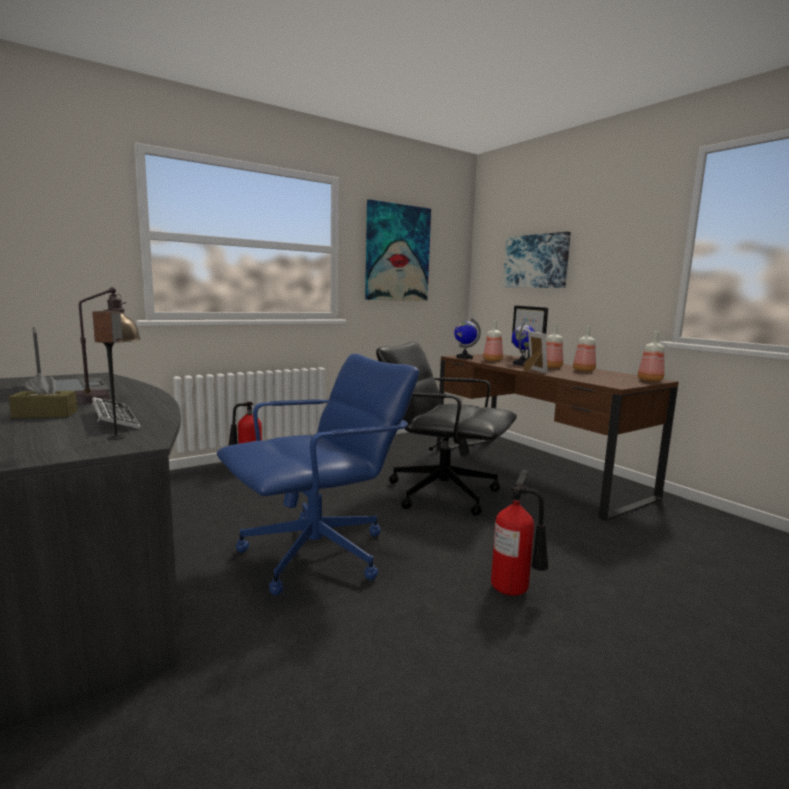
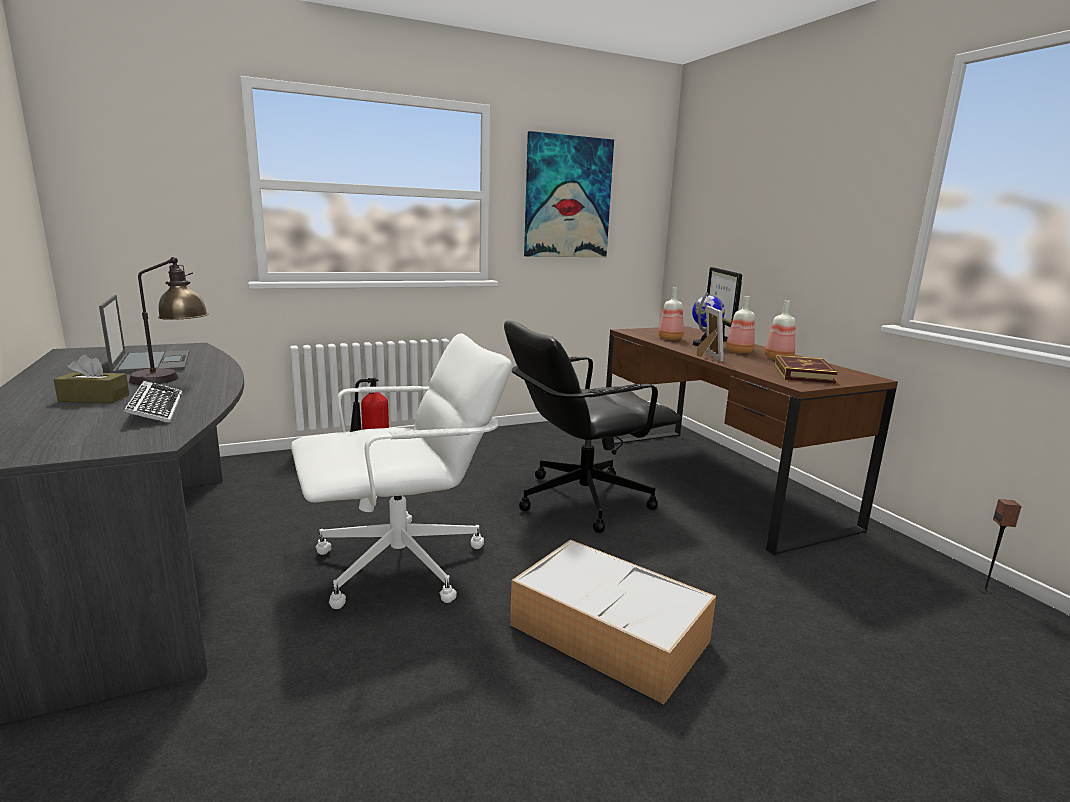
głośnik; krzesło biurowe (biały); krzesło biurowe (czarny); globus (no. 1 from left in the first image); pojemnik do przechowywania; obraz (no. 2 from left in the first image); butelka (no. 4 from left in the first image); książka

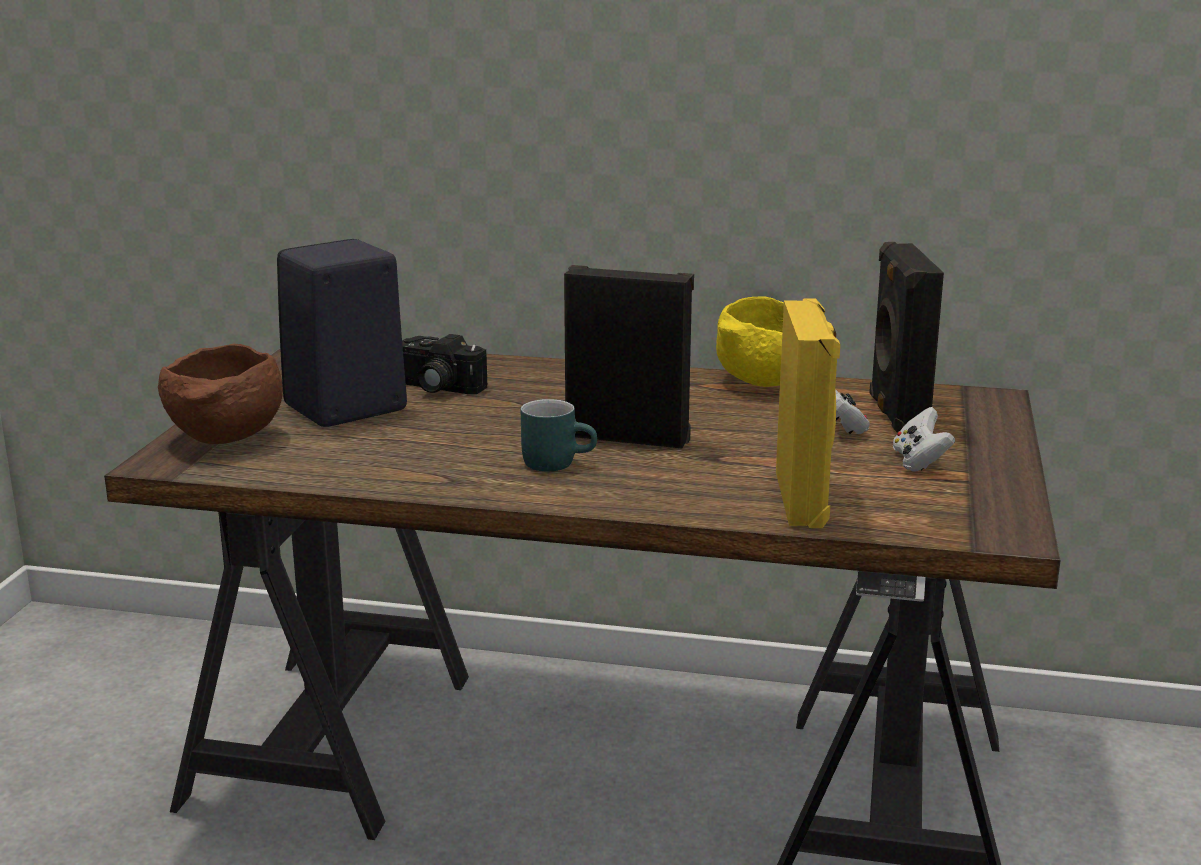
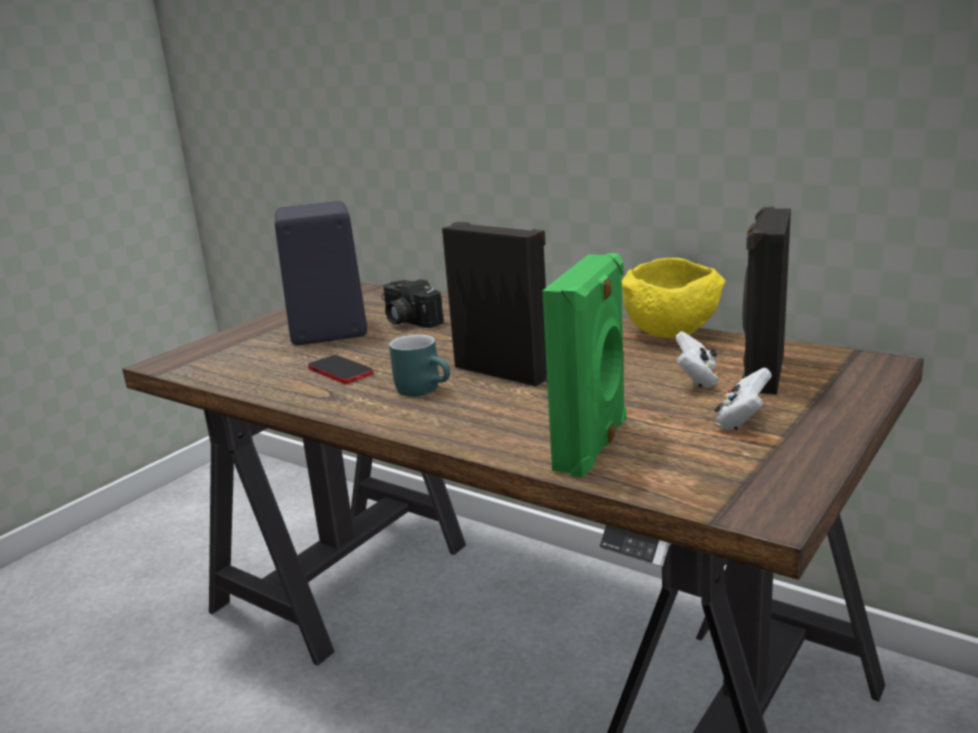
miska (brązowy); głośnik (zielony); telefon

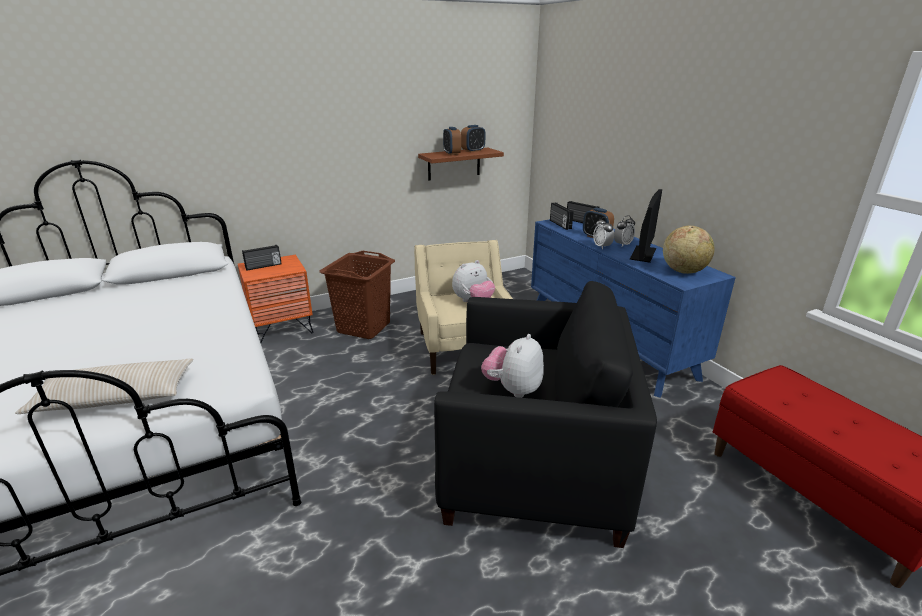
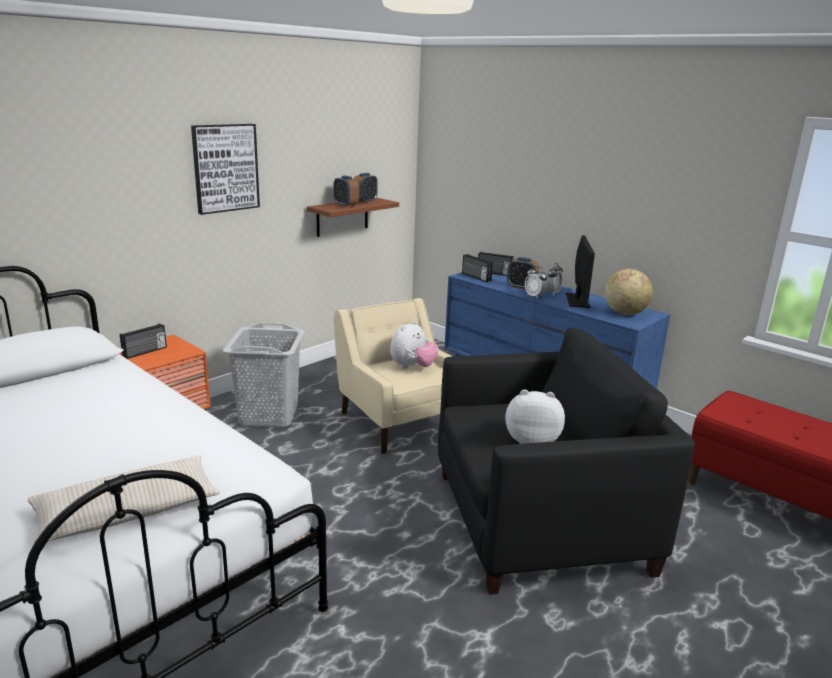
kosz na pranie (szary); pluszak (no. 2 from left); obraz

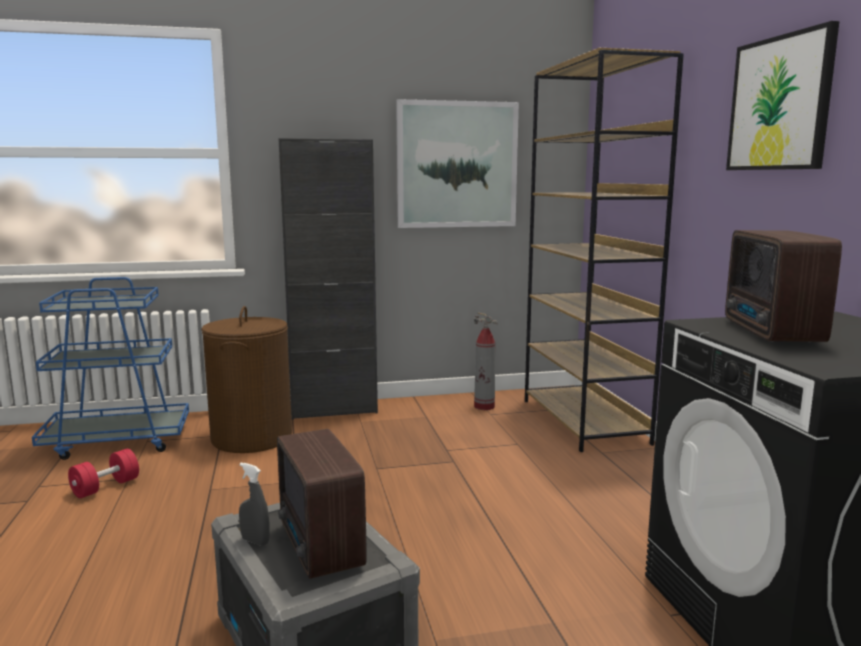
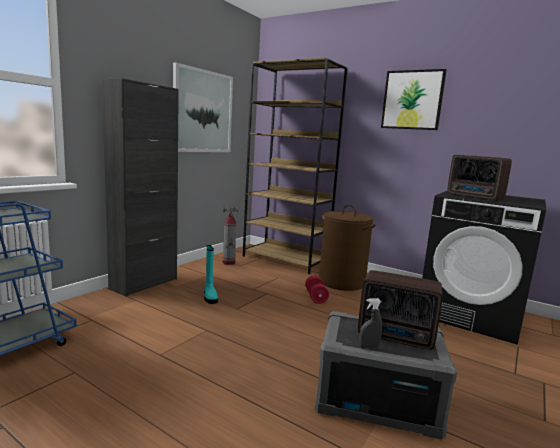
hantel (czerwony); kosz na pranie (brązowy); but z cholewką (turkusowy)

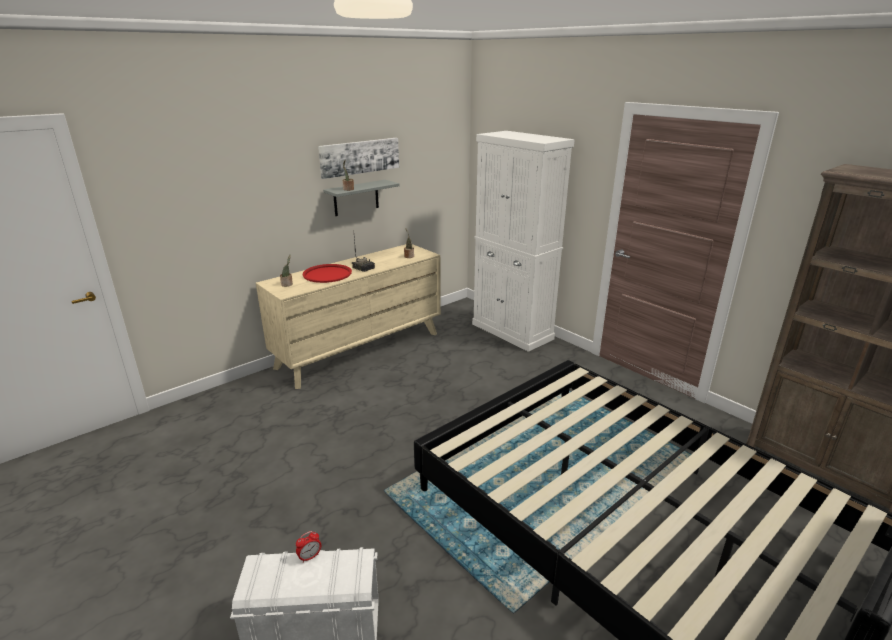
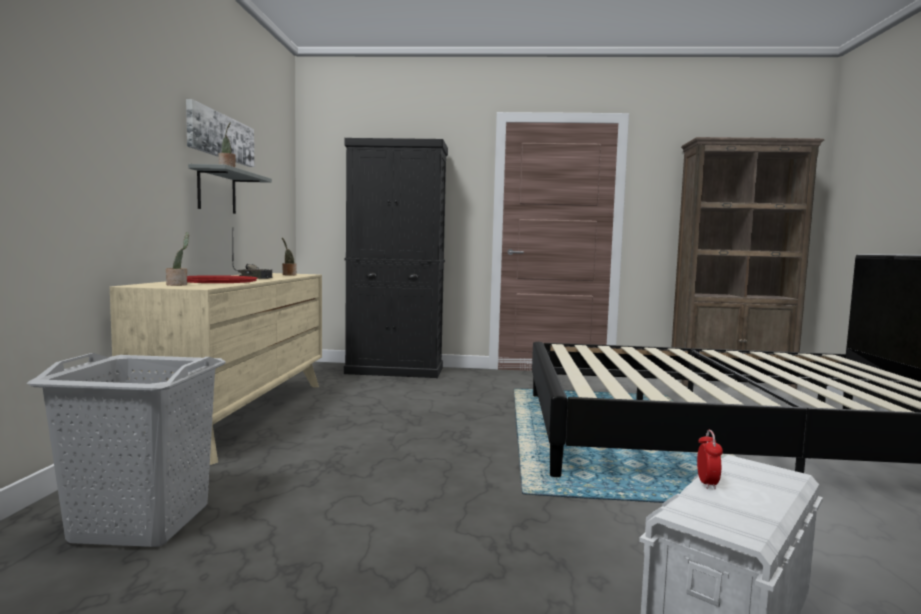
szafka (czarny); kosz na pranie (szary)

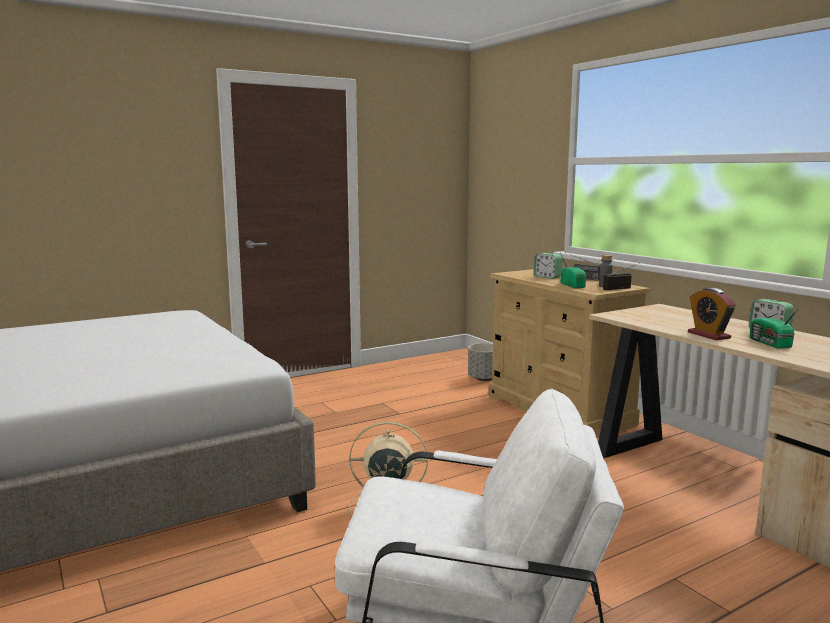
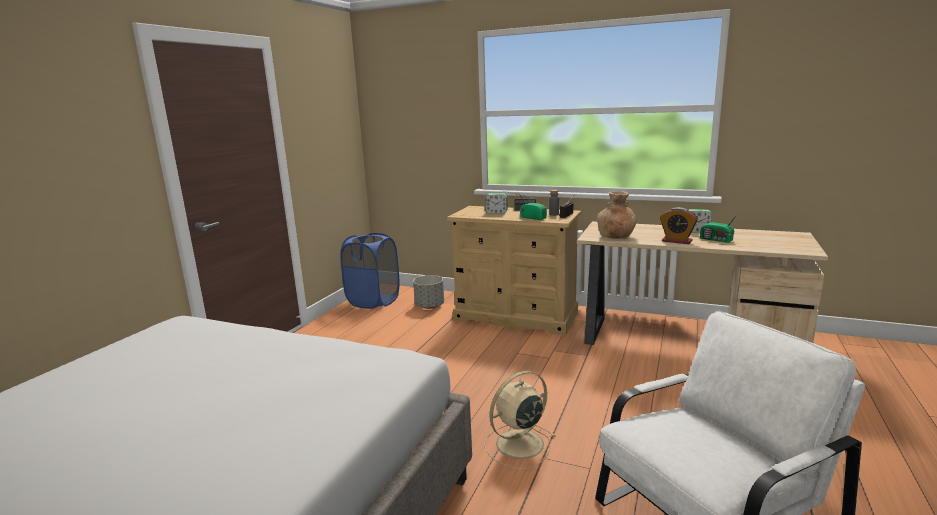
kosz na pranie (niebieski); wazon (brązowy)

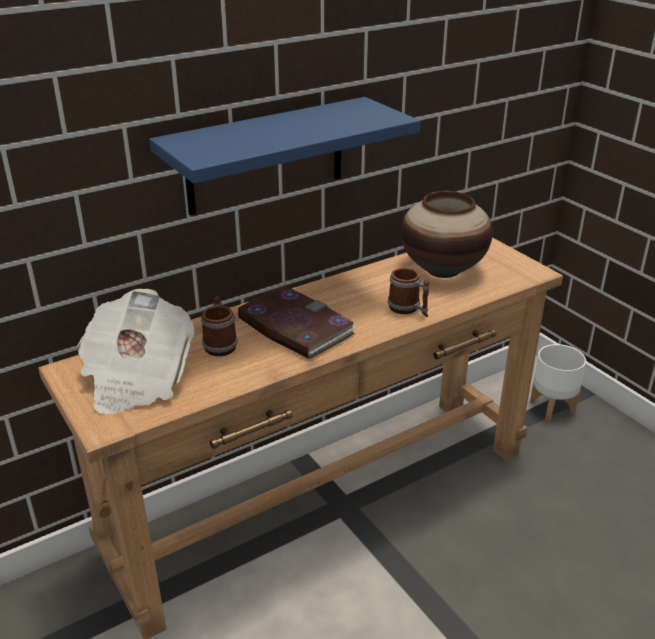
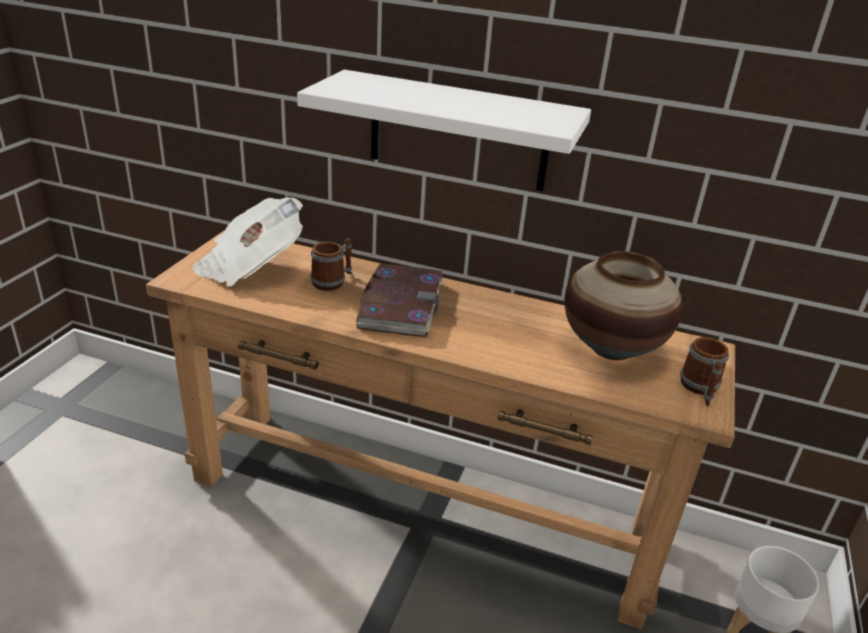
półka (biały); kubek (no. 2 from left)

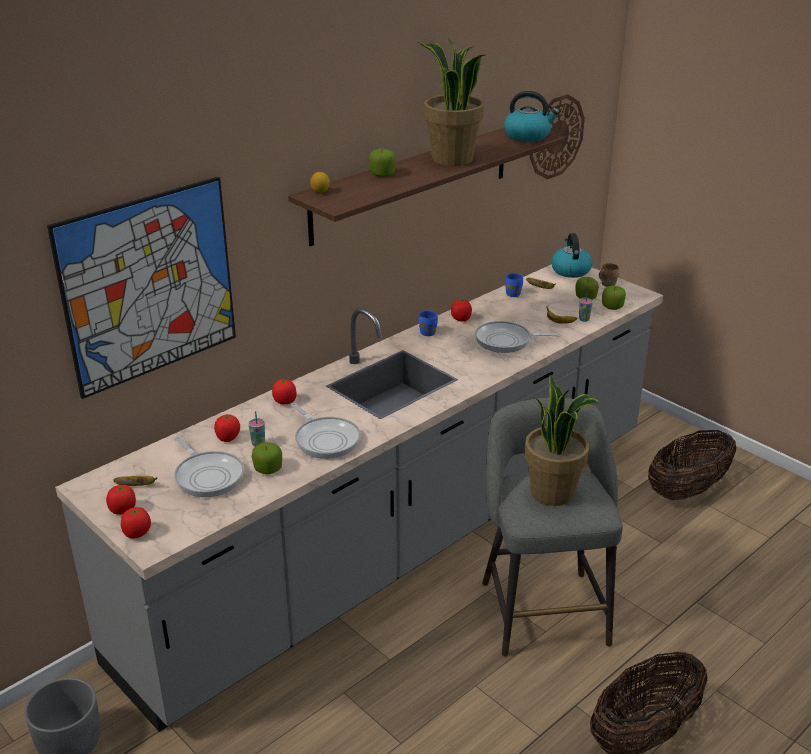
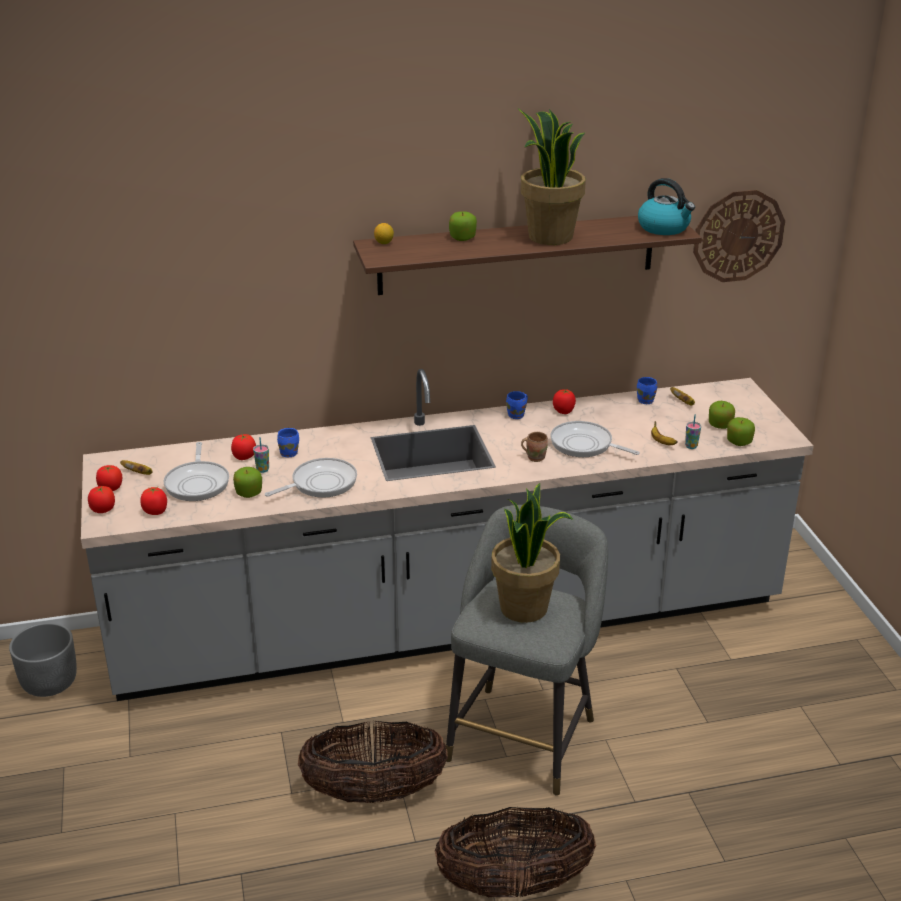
obraz; pomidor (no. 3 from left); patelnia (no. 2 from left); czajnik (no. 2 from left in the first image); kubek (brązowy); koszyk (no. 1 from left); kubek (niebieski) (no. 1 from left)

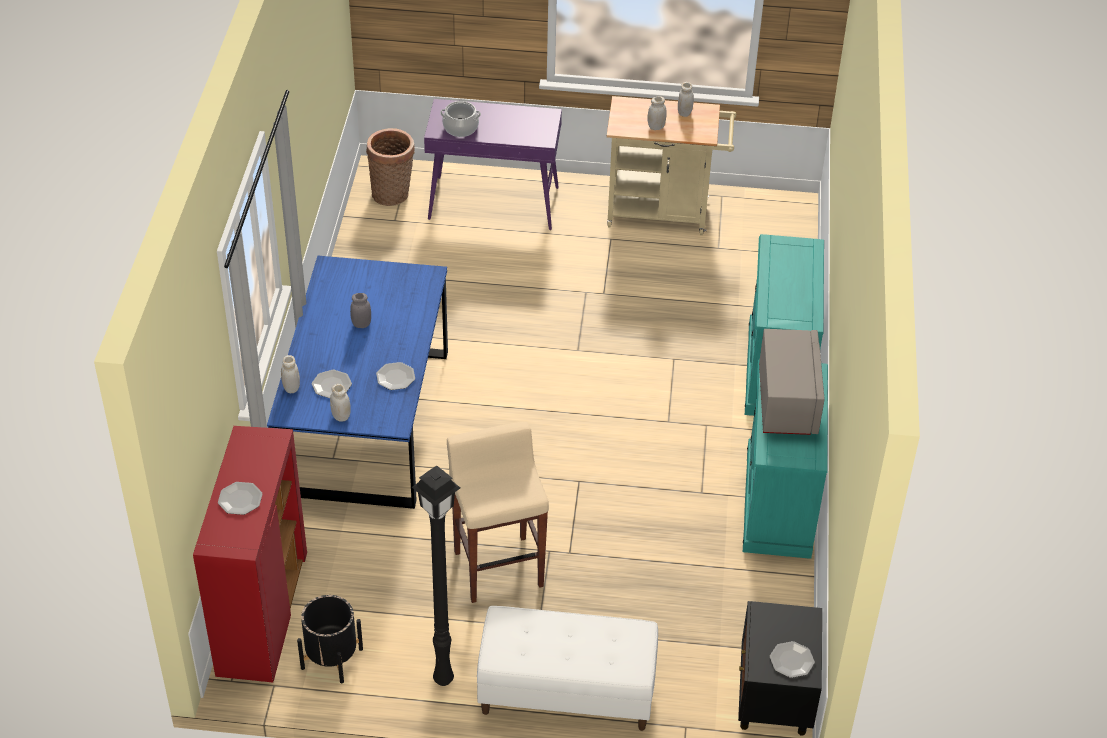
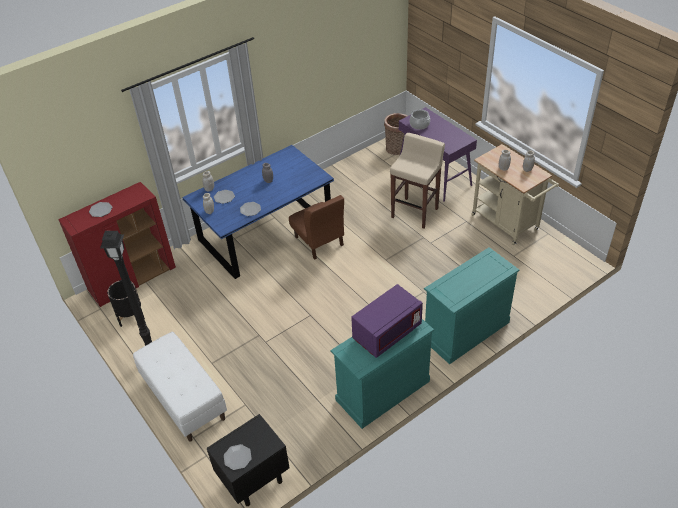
stołek (beżowy); mikrofalówka (fioletowy); krzesło (brązowy)

